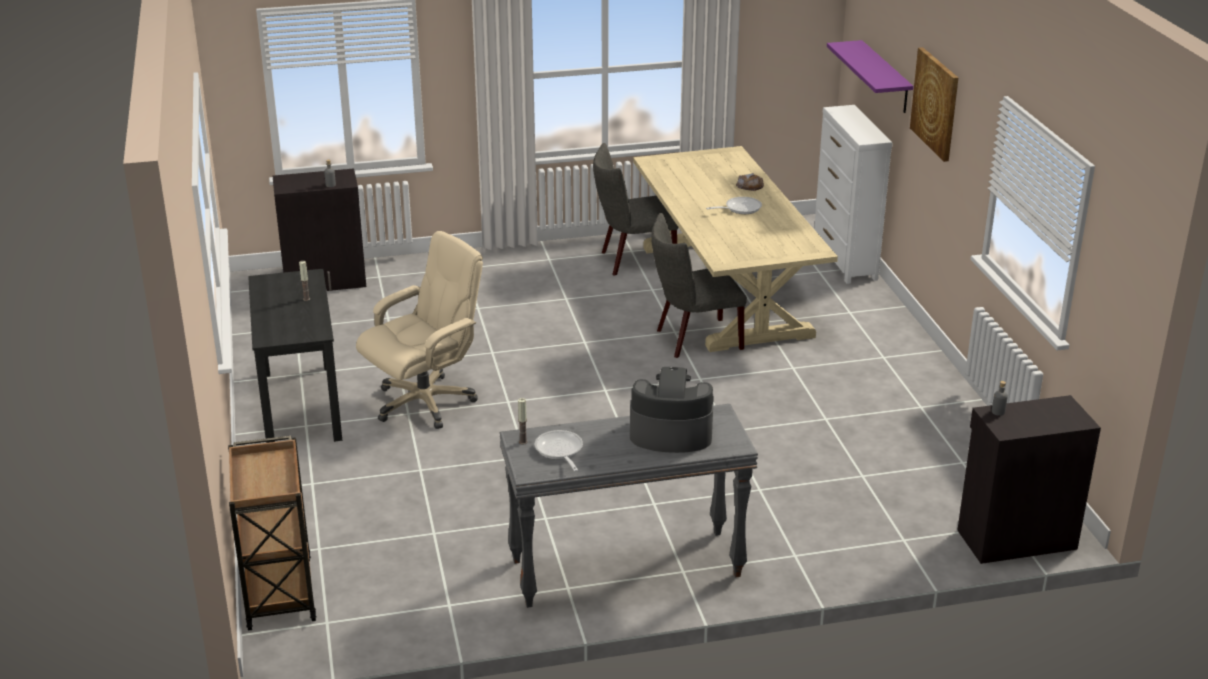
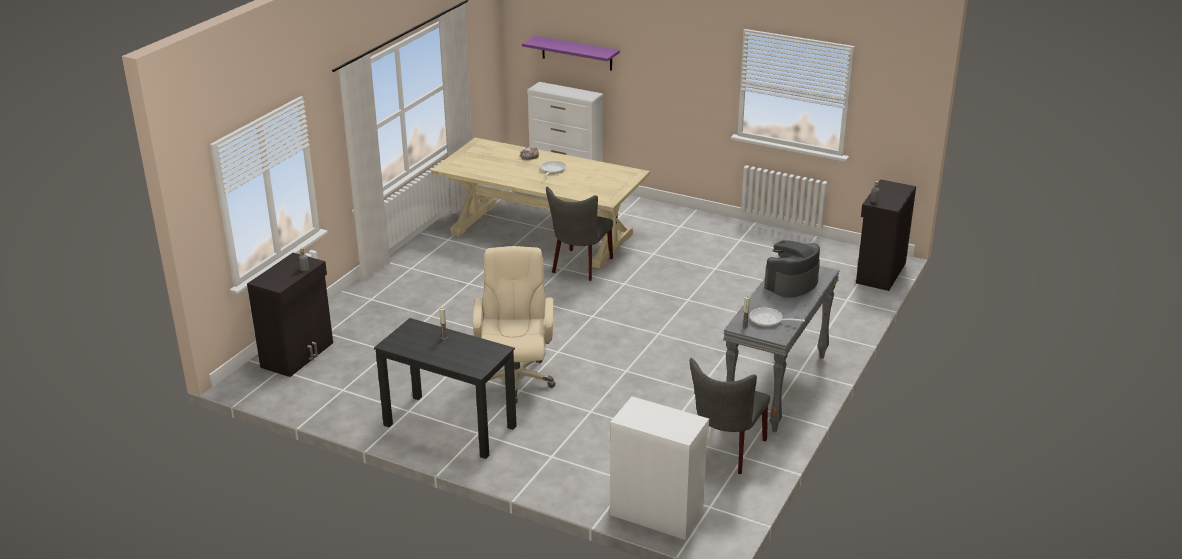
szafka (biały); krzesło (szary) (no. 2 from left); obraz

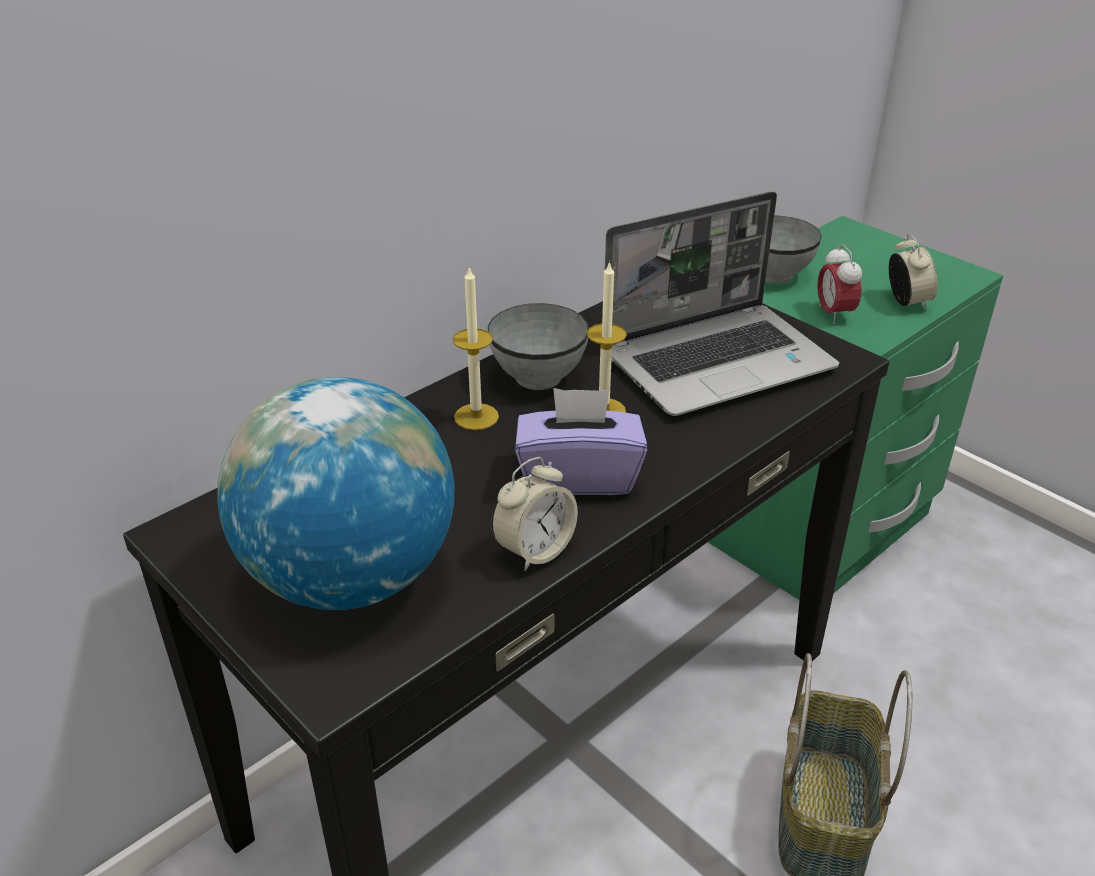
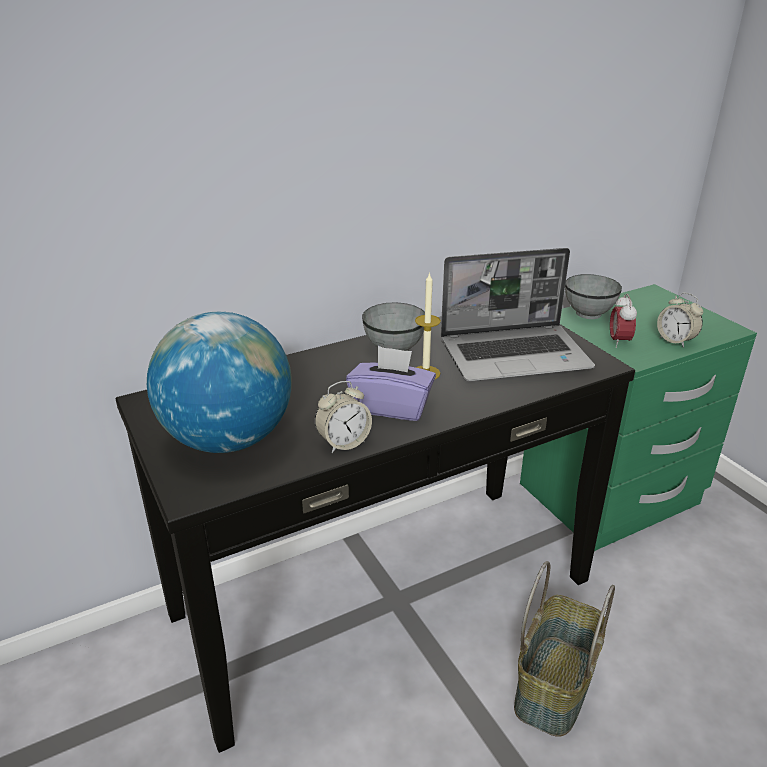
świeca (no. 1 from left in the first image); budzik (no. 3 from left)

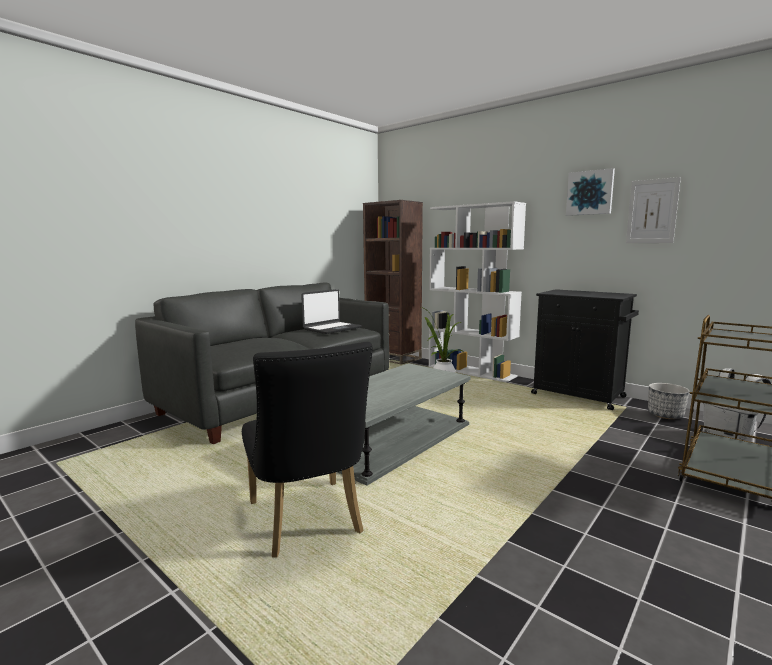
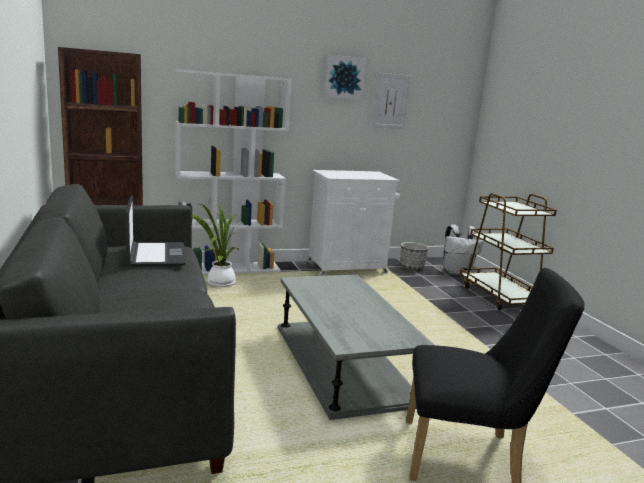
szafka (biały)

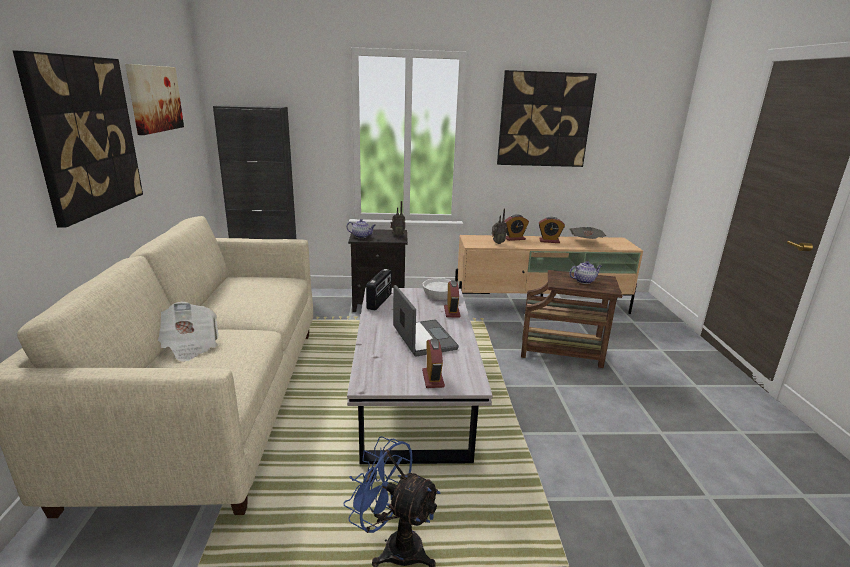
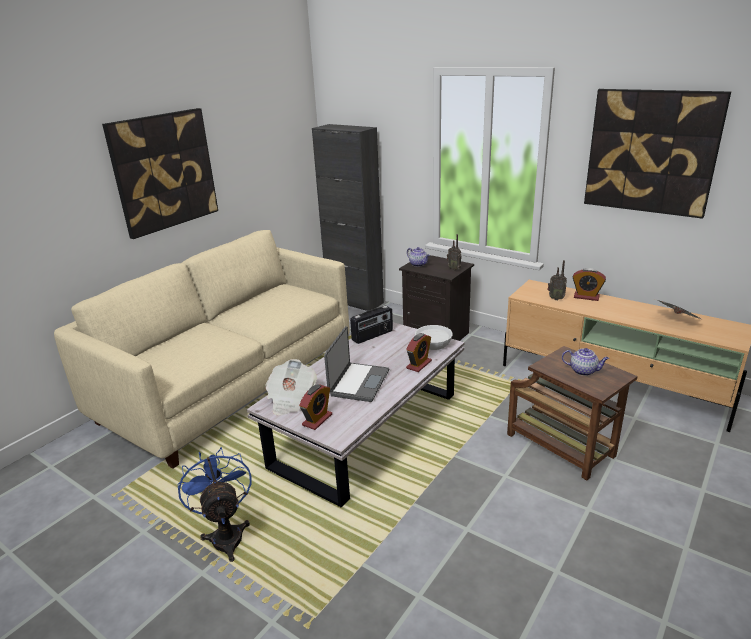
obraz (no. 2 from left in the first image); gazeta (no. 1 from left); budzik (no. 4 from left in the first image)

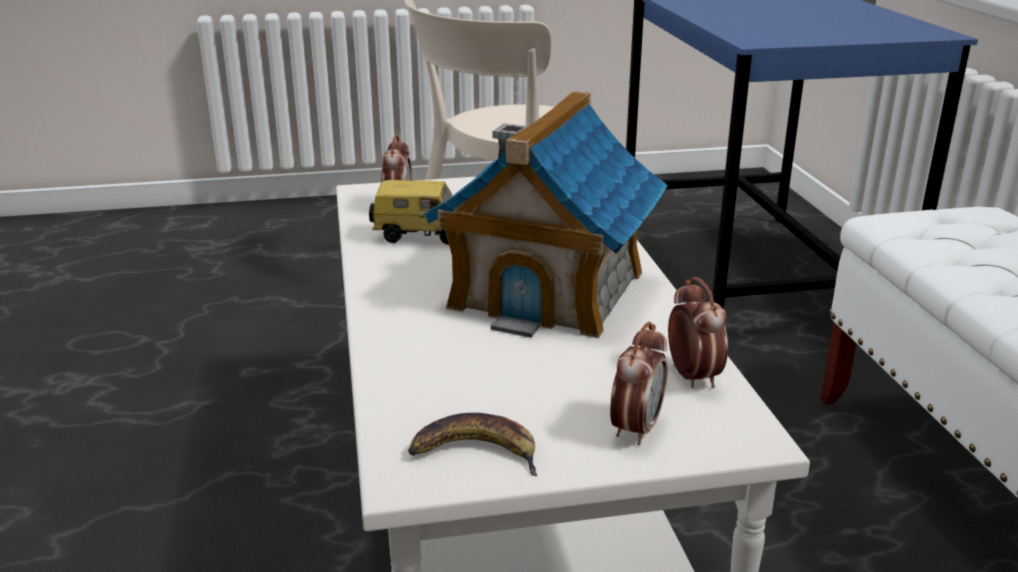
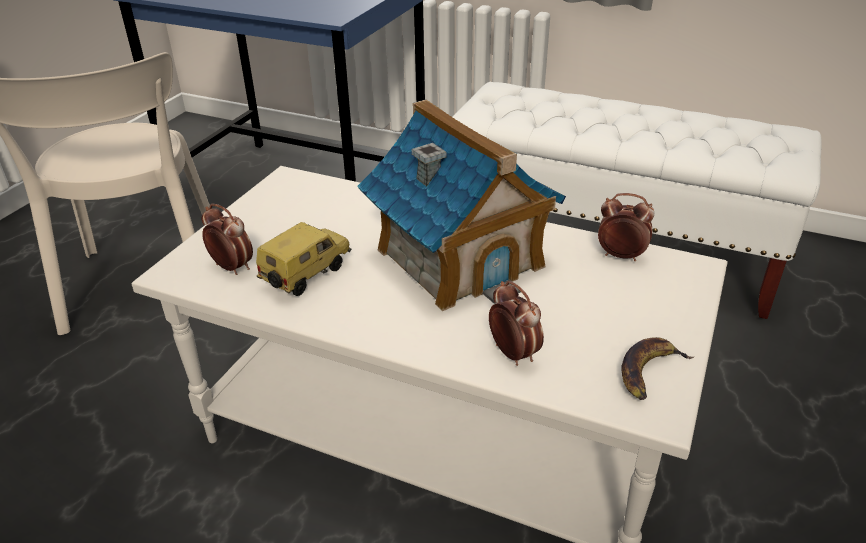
budzik (no. 2 from left)

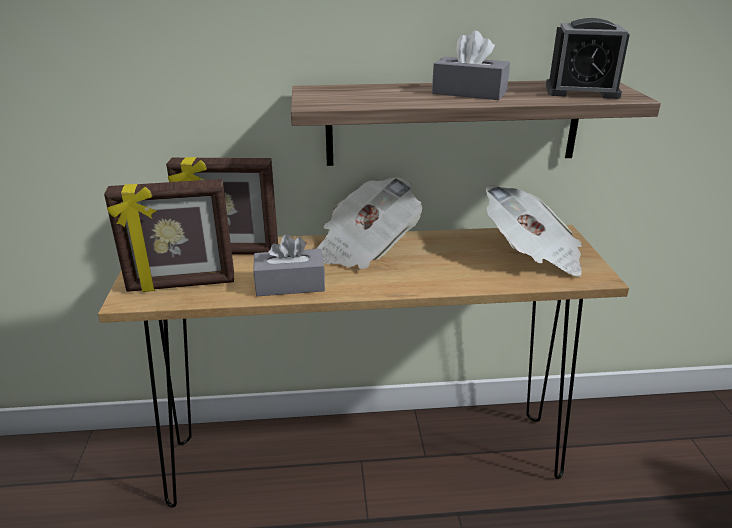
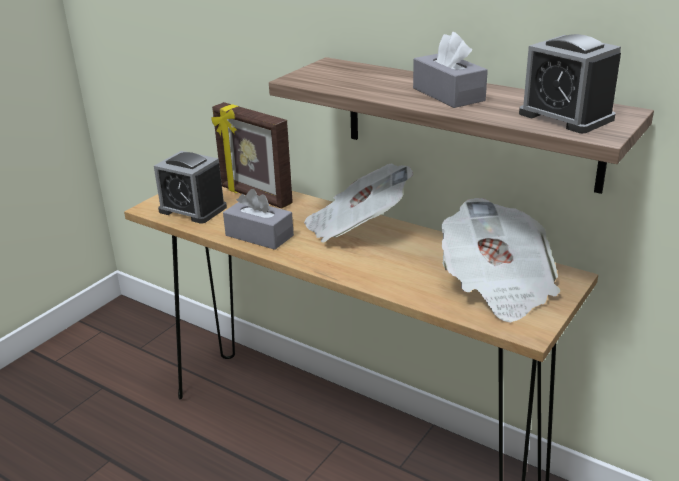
budzik (no. 1 from left)

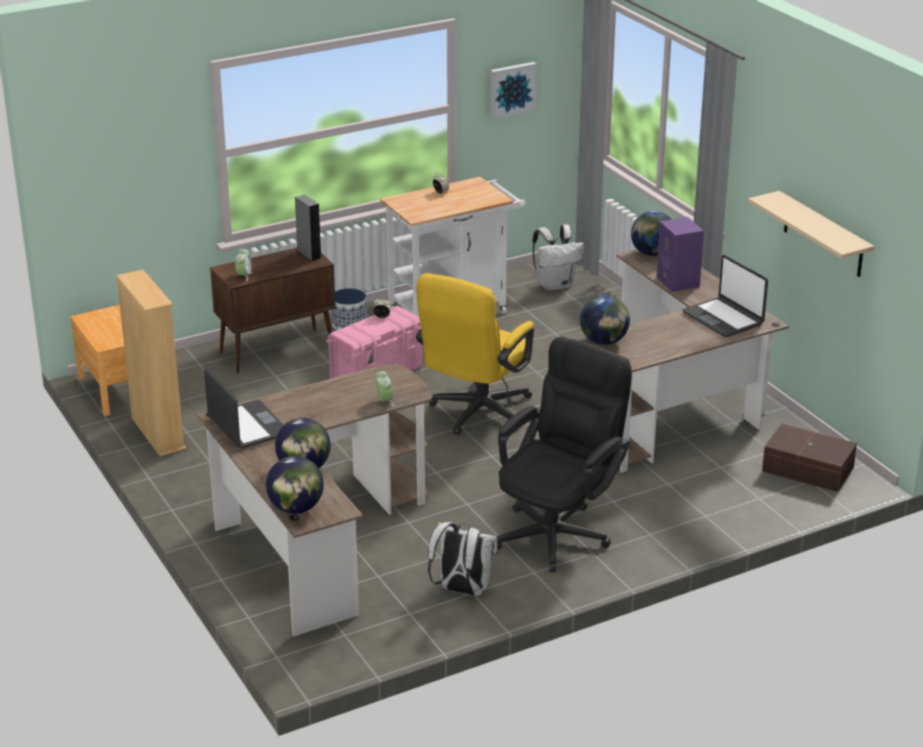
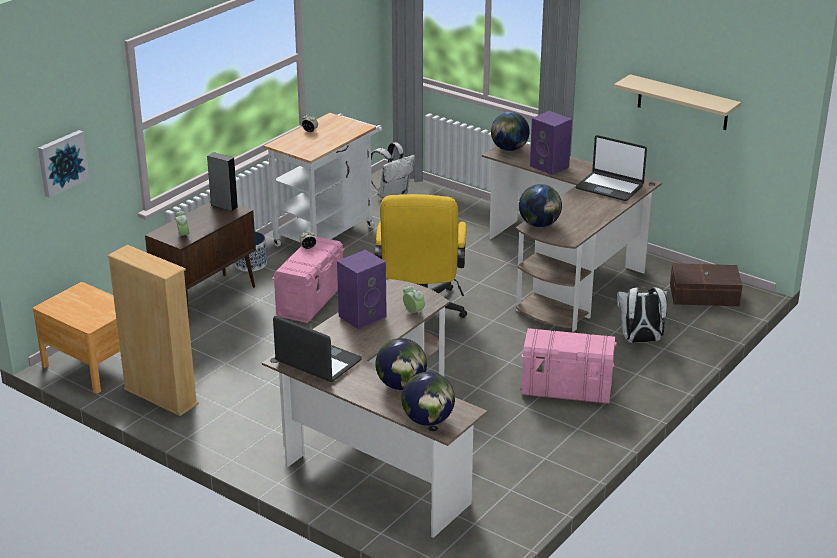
plecak (biały) (no. 2 from left); obraz; pojemnik do przechowywania (różowy) (no. 2 from left); głośnik (fioletowy) (no. 1 from left)

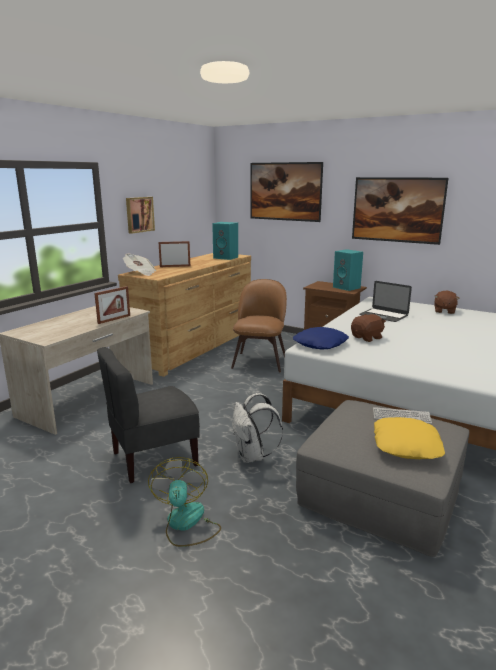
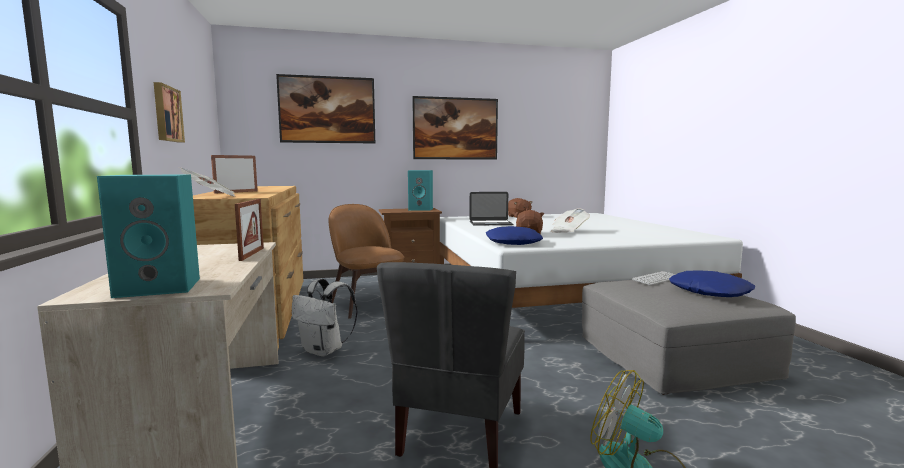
głośnik (turkusowy) (no. 1 from left); plecak (biały); poduszka (niebieski) (no. 2 from left); gazeta (no. 2 from left)

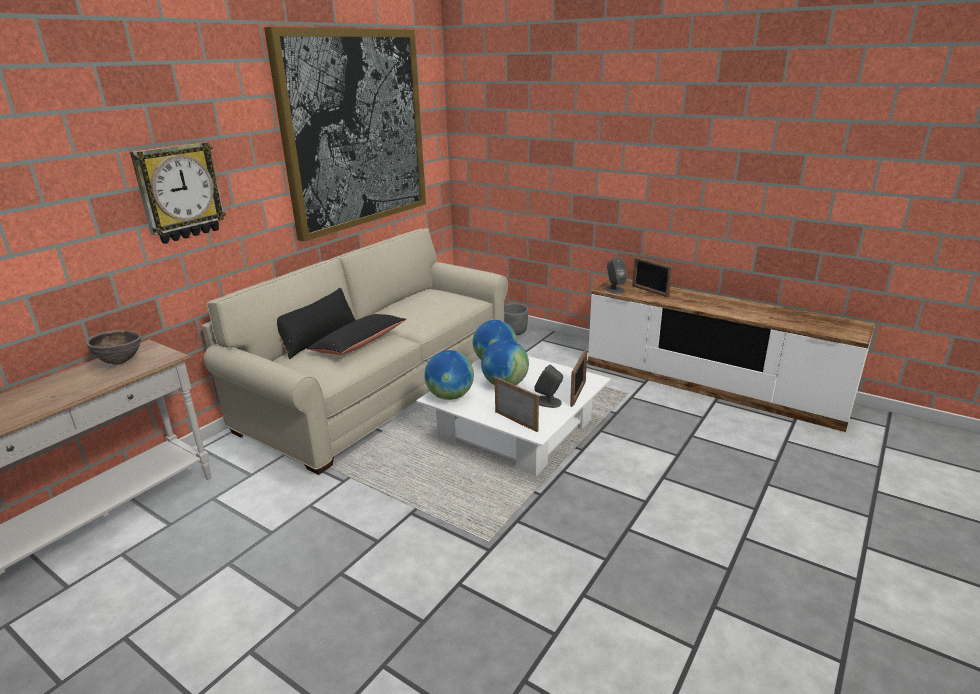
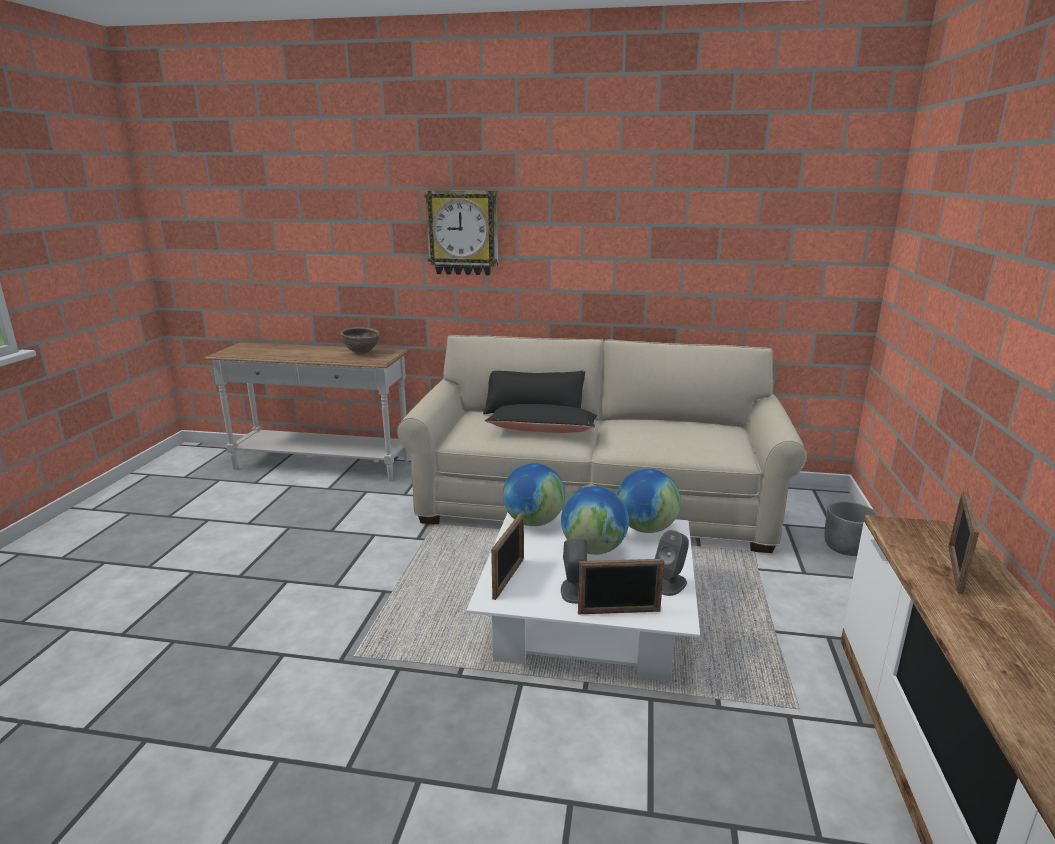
obraz; głośnik (szary) (no. 2 from left)

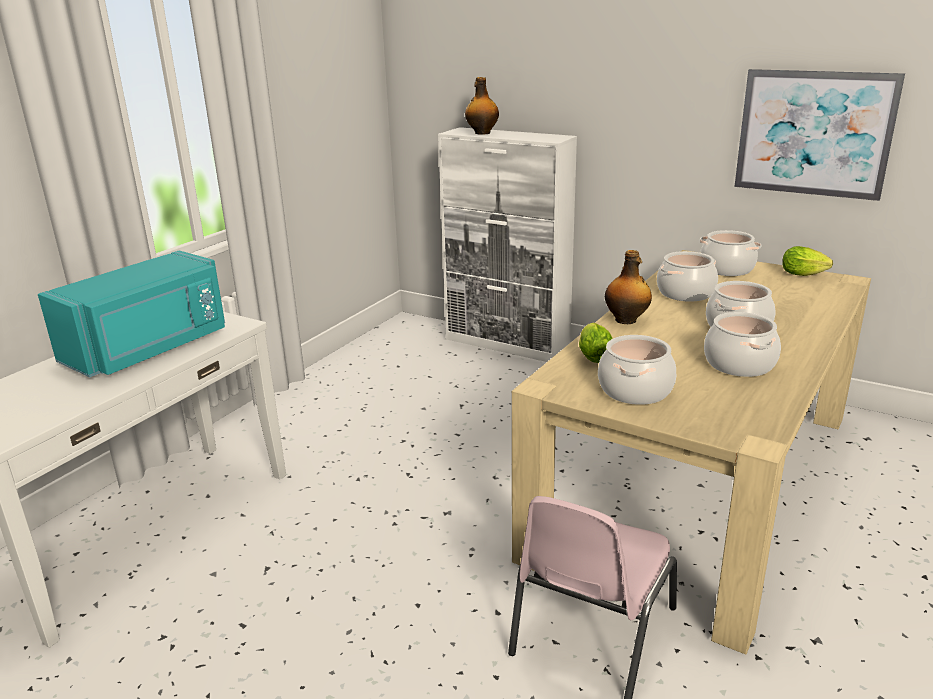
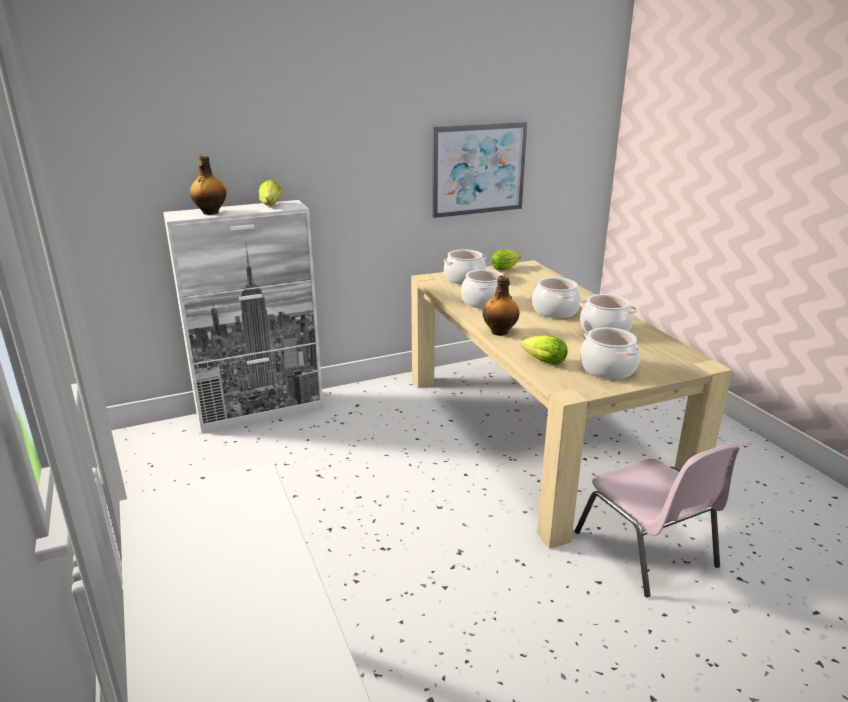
mikrofalówka (turkusowy); sałata (no. 1 from left)

